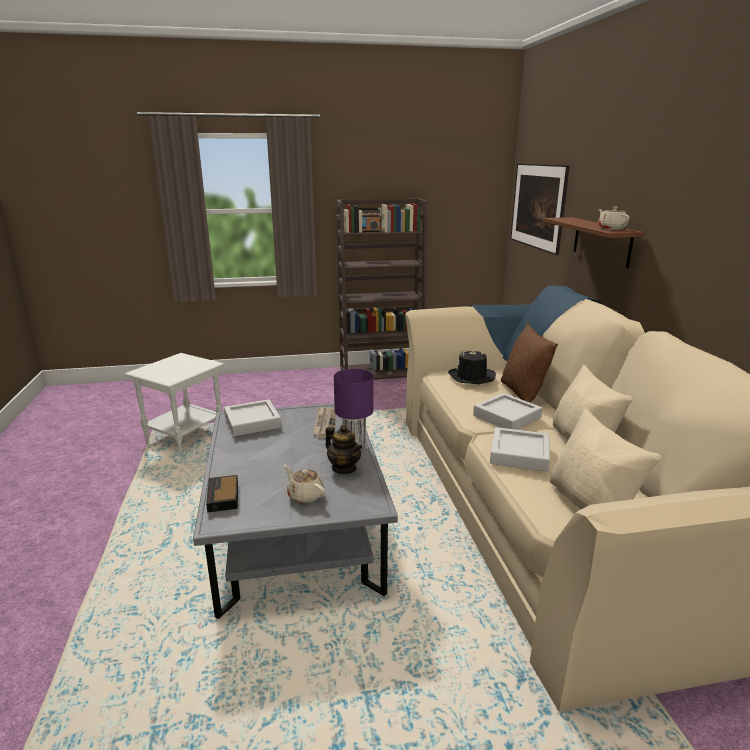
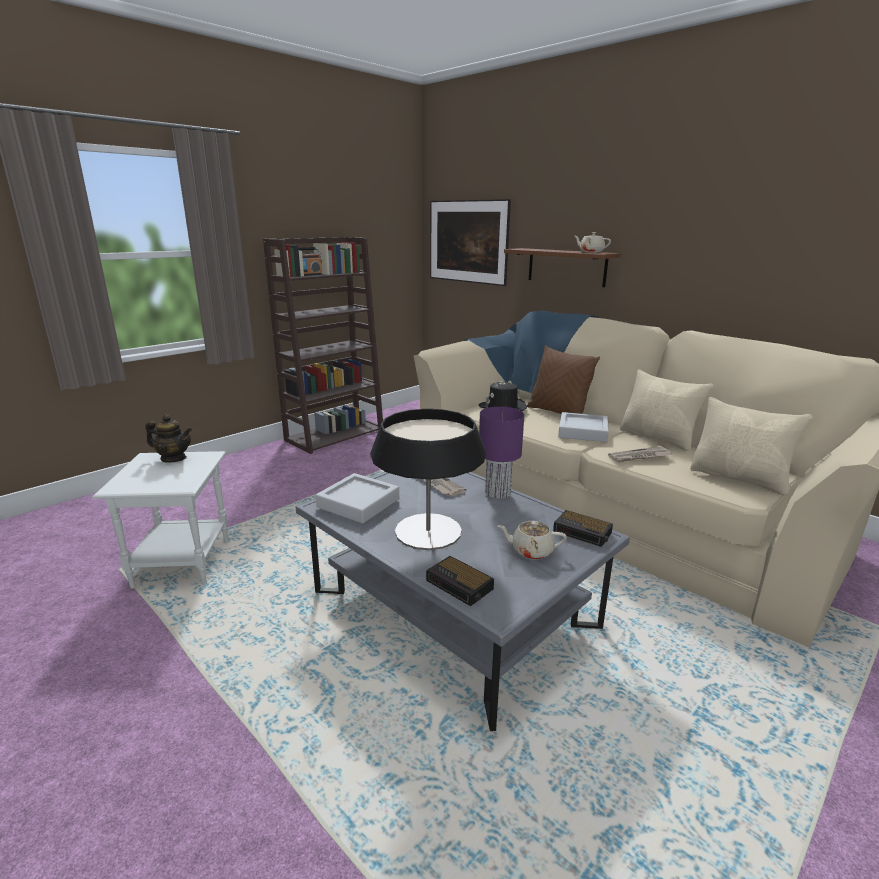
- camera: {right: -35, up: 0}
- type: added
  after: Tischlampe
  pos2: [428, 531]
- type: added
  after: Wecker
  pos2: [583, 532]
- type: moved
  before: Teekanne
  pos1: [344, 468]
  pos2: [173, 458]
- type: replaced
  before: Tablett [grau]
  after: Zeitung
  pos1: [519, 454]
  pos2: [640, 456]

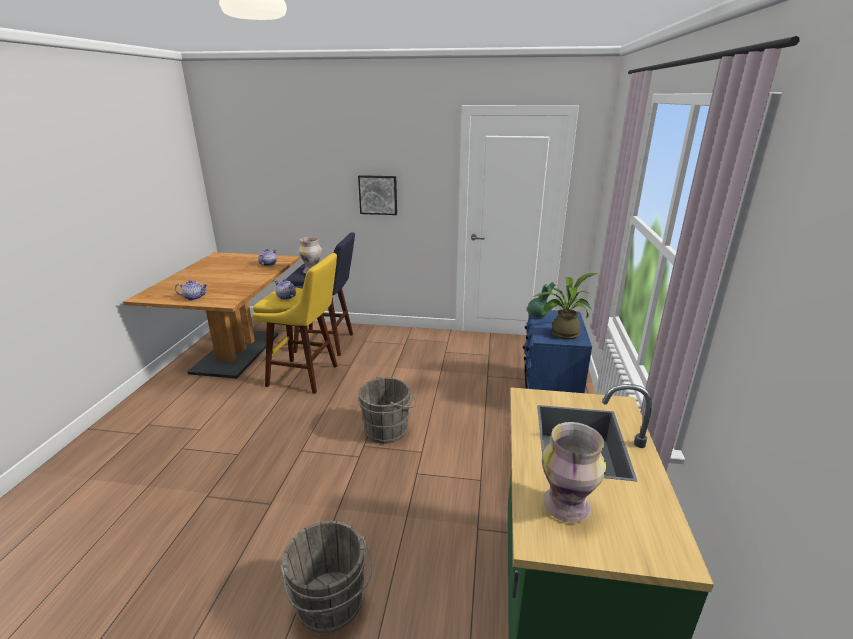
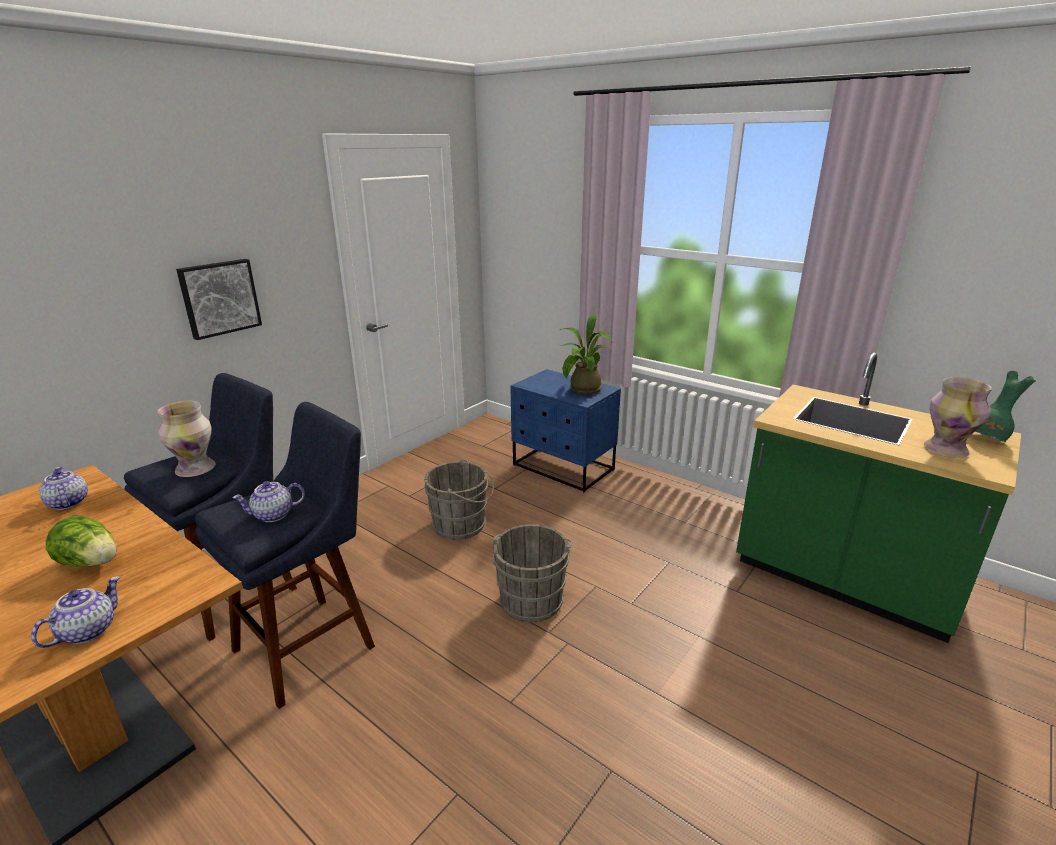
- camera: {right: -60, up: 0}
- type: added
  after: Salatkopf
  pos2: [92, 562]
- type: moved
  before: Eimer [grau]
  pos1: [331, 606]
  pos2: [462, 525]
- type: moved
  before: Vase [grün]
  pos1: [537, 316]
  pos2: [987, 439]
- type: recoloured
  before: Hocker [gelb]
  after: Hocker [blau]
  pos1: [307, 376]
  pos2: [312, 643]

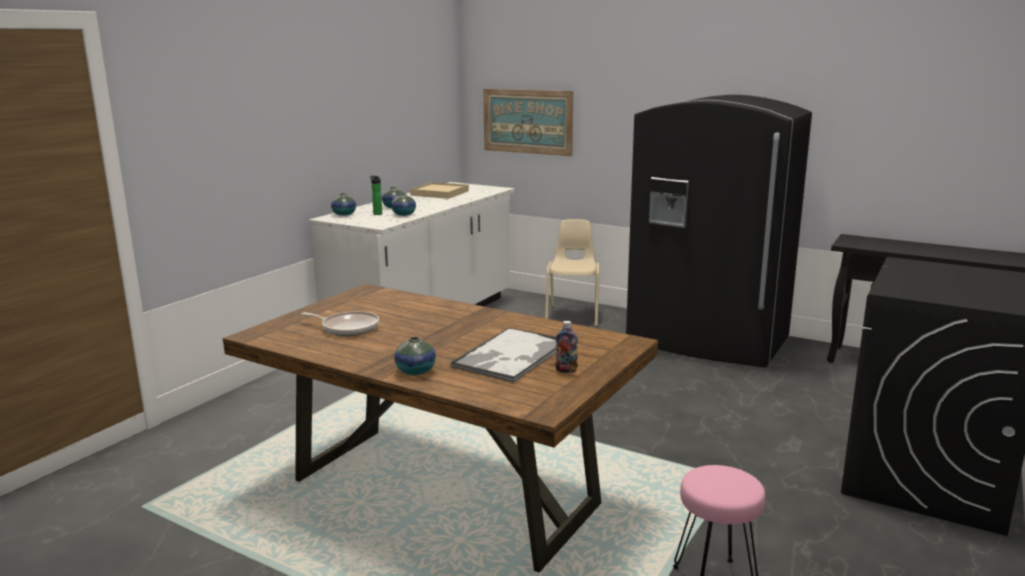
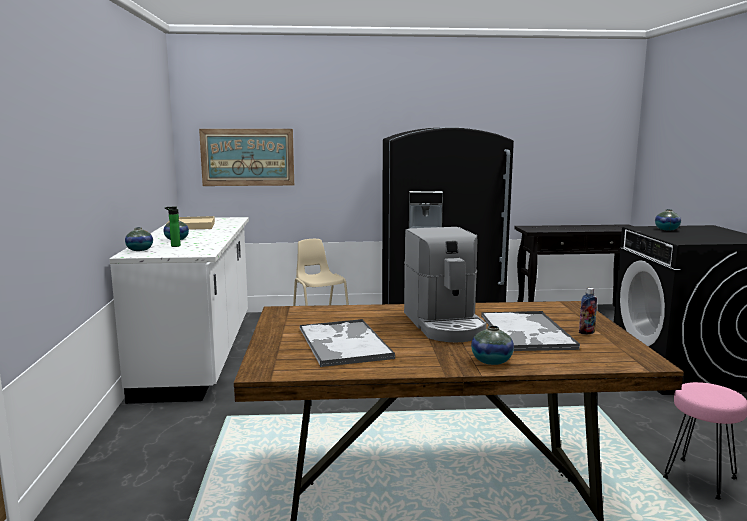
- camera: {right: -35, up: -5}
- type: added
  after: Kaffeemaschine
  pos2: [444, 325]
- type: moved
  before: Vase
  pos1: [404, 214]
  pos2: [666, 229]
- type: replaced
  before: Pfanne
  after: Tablett
  pos1: [348, 328]
  pos2: [343, 343]

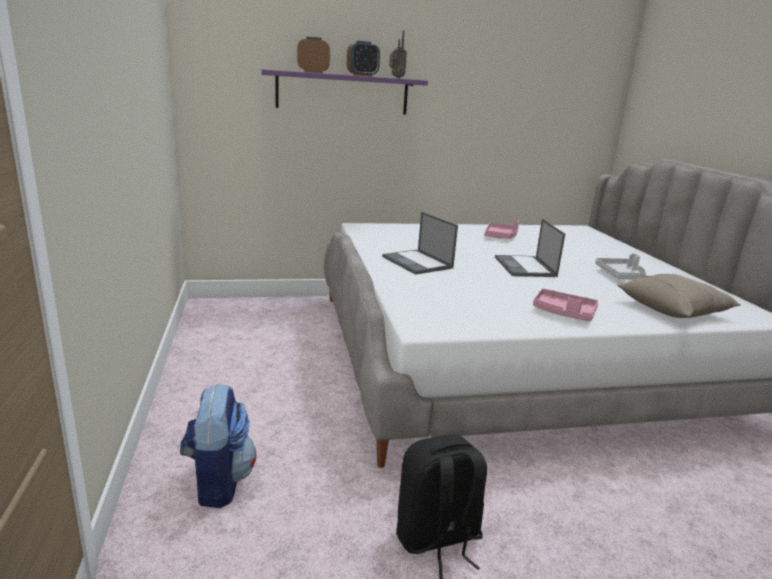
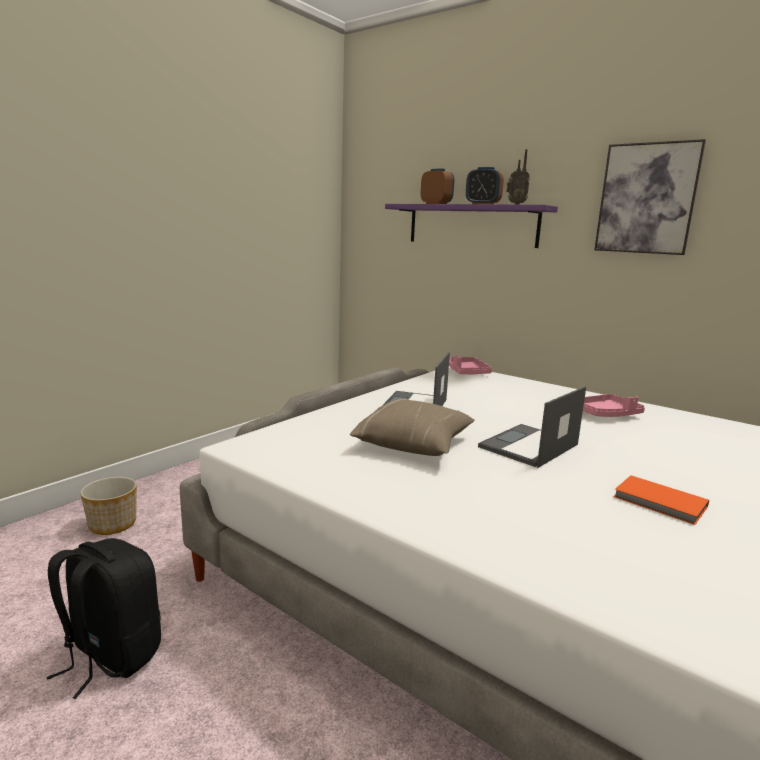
- camera: {right: 50, up: -5}
- type: added
  after: Bild
  pos2: [646, 199]
- type: moved
  before: Tablett [rosa]
  pos1: [563, 313]
  pos2: [466, 372]
- type: moved
  before: Kissen [beige]
  pos1: [673, 309]
  pos2: [414, 444]
- type: replaced
  before: Rucksack
  after: Pflanzkübel
  pos1: [218, 482]
  pos2: [113, 524]
- type: replaced
  before: Tablett [grau]
  after: Buch [orange]
  pos1: [621, 275]
  pos2: [660, 503]

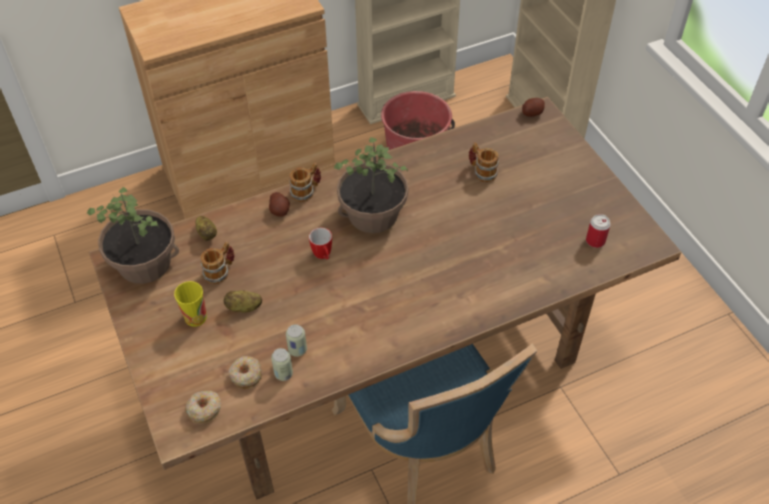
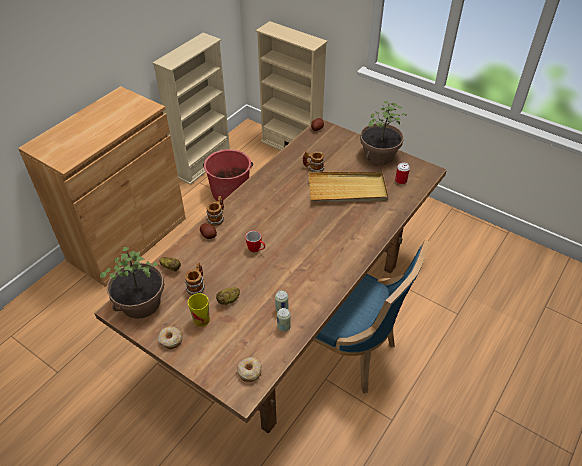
- camera: {right: -30, up: -5}
- type: added
  after: Tablett [beige]
  pos2: [347, 190]
- type: moved
  before: Donut
  pos1: [246, 375]
  pos2: [170, 340]
- type: moved
  before: Topfpflanze
  pos1: [373, 214]
  pos2: [378, 155]

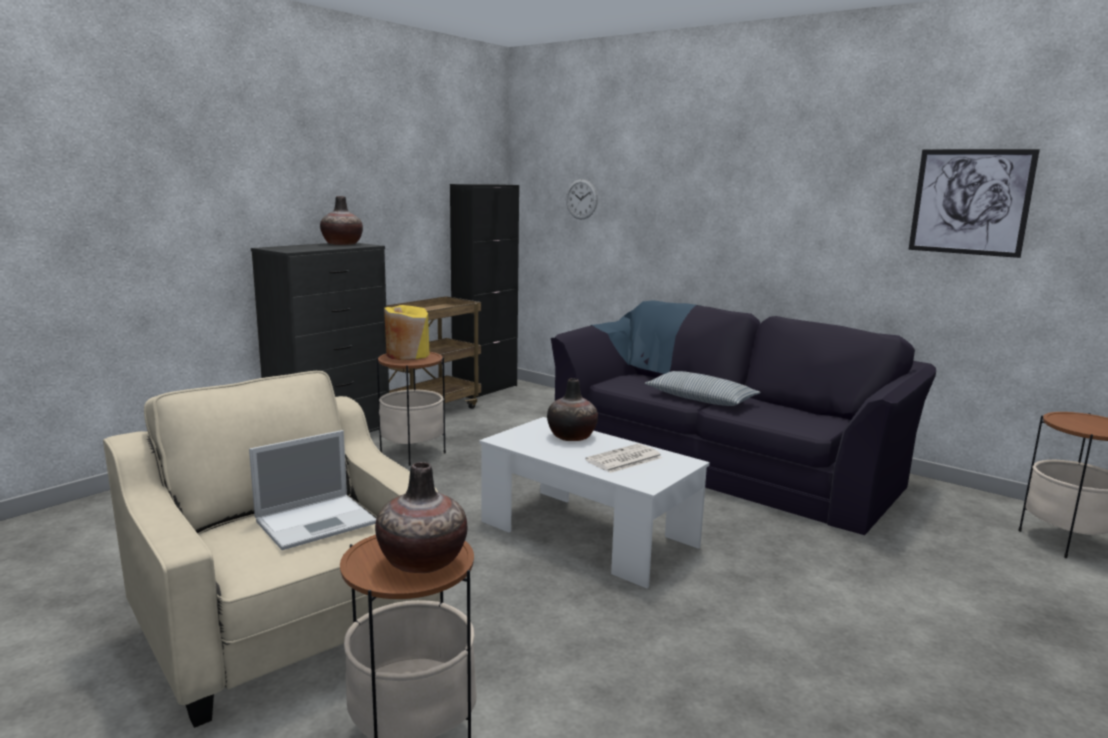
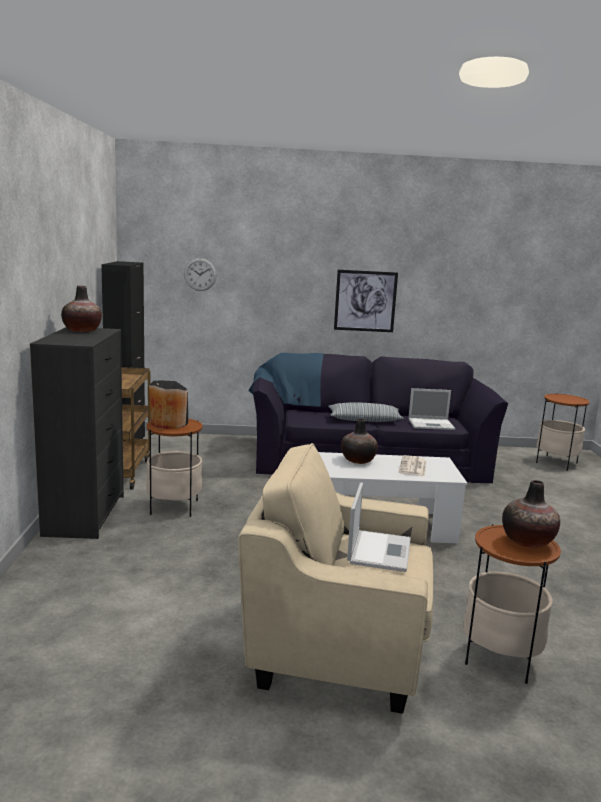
- camera: {right: -40, up: 0}
- type: added
  after: Laptop
  pos2: [432, 424]
- type: moved
  before: Bild
  pos1: [970, 202]
  pos2: [365, 301]
- type: recoloured
  before: Vase [gelb]
  after: Vase [schwarz]
  pos1: [407, 355]
  pos2: [168, 423]

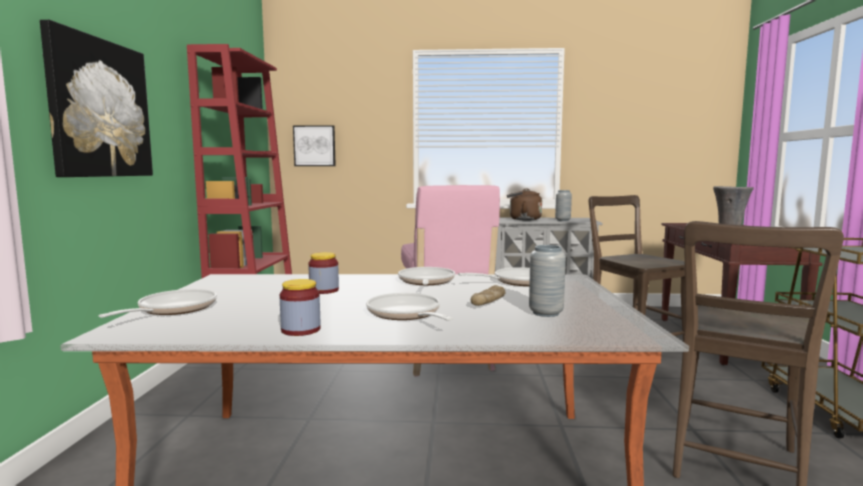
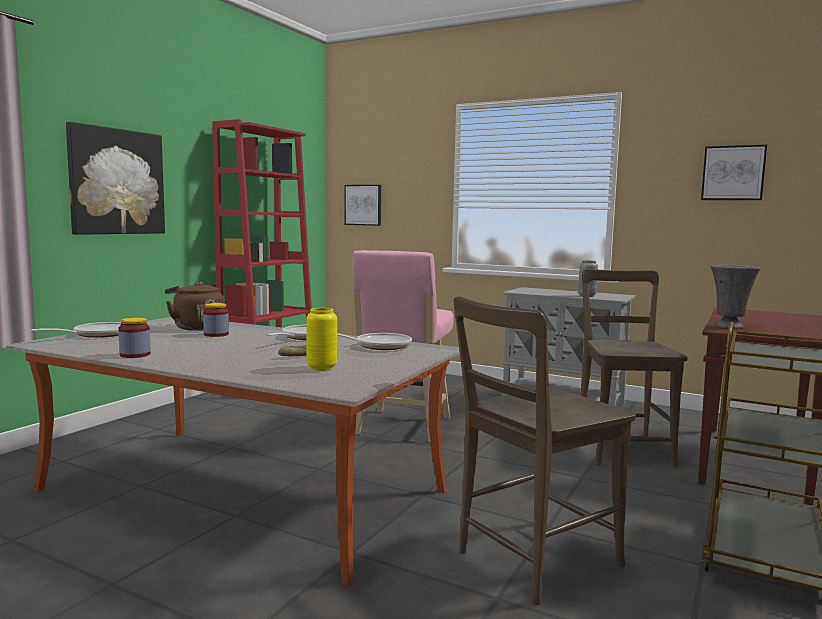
- camera: {right: 25, up: 0}
- type: removed
  before: Pfanne
  pos1: [406, 314]
- type: added
  after: Bild
  pos2: [733, 173]
- type: moved
  before: Wasserkessel [braun]
  pos1: [522, 219]
  pos2: [196, 327]
- type: recoloured
  before: Vase [grau]
  after: Vase [gelb]
  pos1: [546, 313]
  pos2: [321, 368]

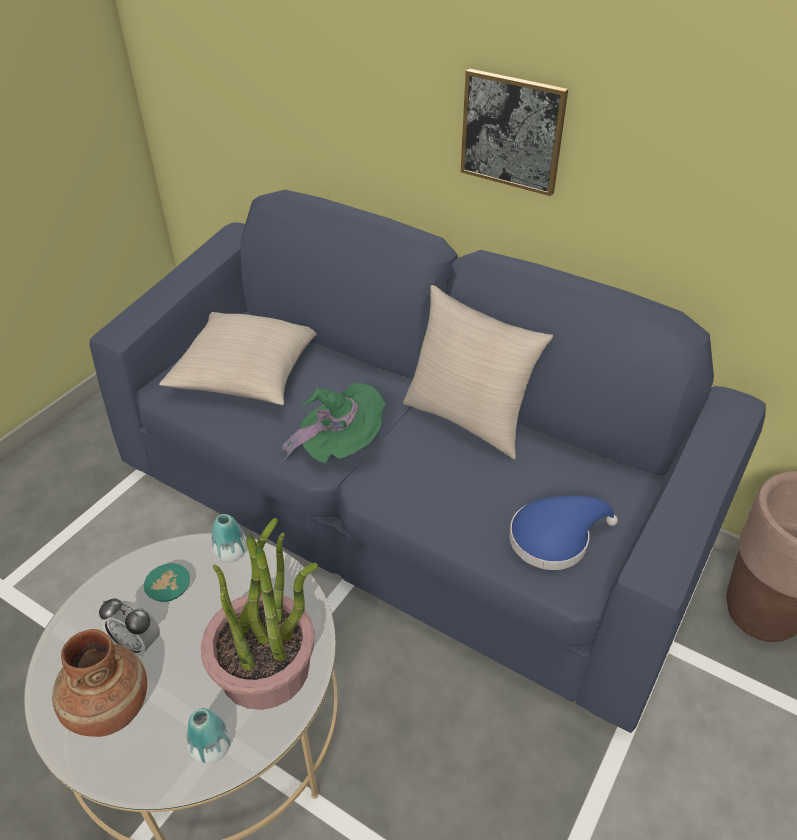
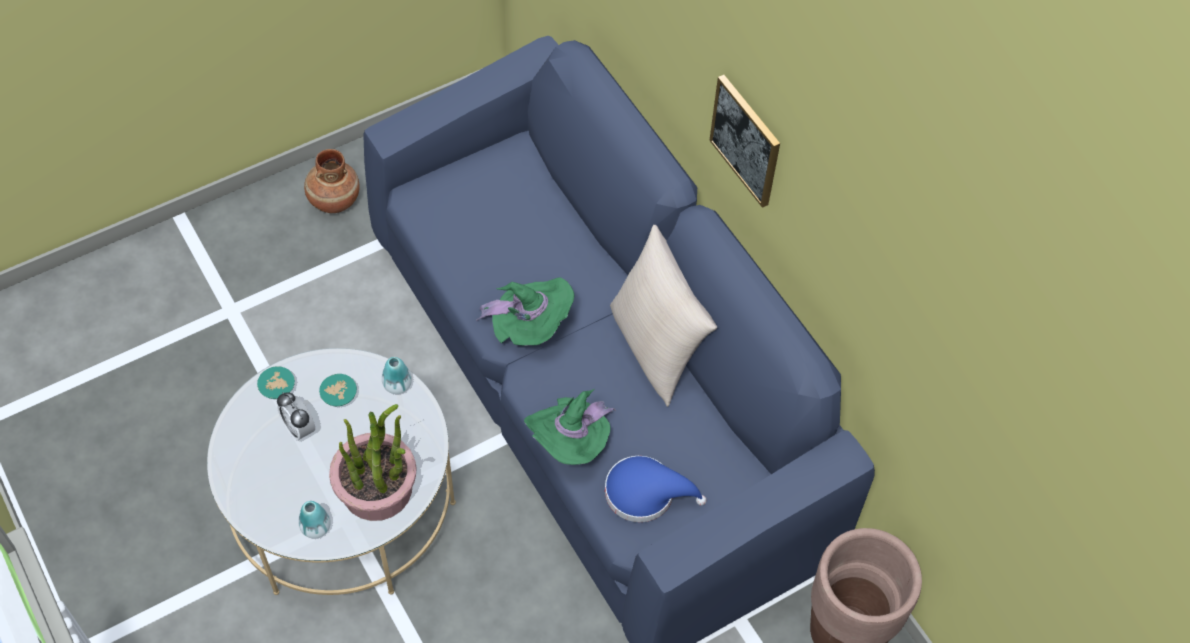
- camera: {right: 25, up: 15}
- type: removed
  before: Kissen [beige]
  pos1: [247, 374]
- type: added
  after: Schüssel [türkis]
  pos2: [278, 388]
- type: added
  after: Hut [grün]
  pos2: [571, 443]
- type: moved
  before: Vase [braun]
  pos1: [109, 708]
  pos2: [334, 200]

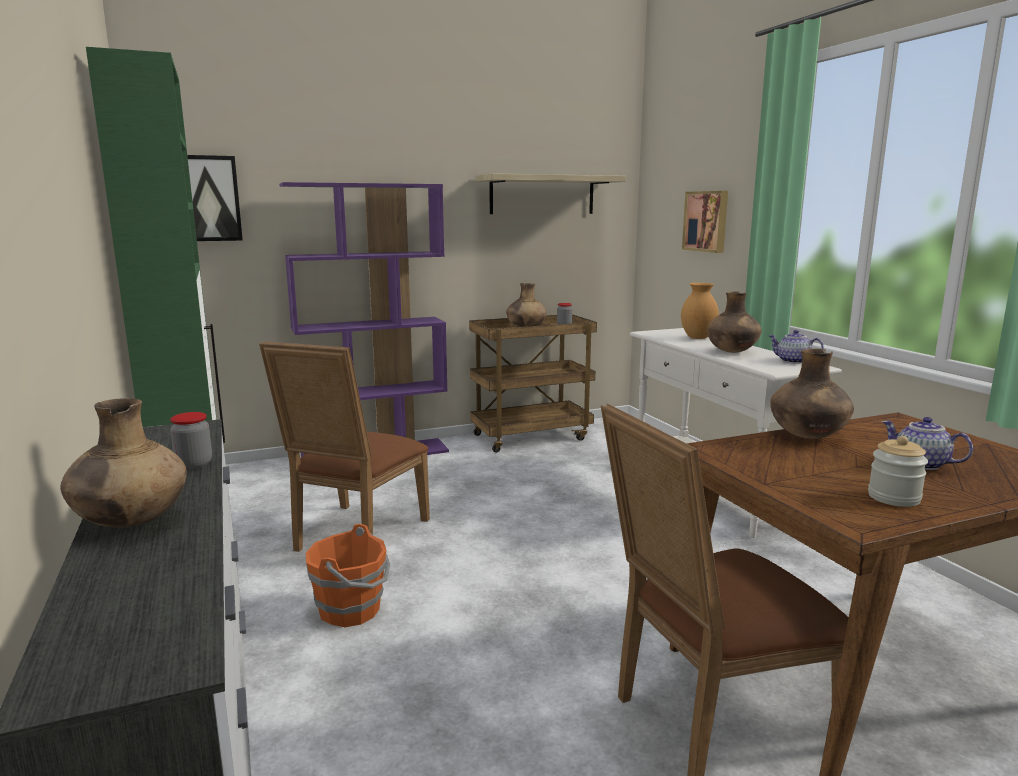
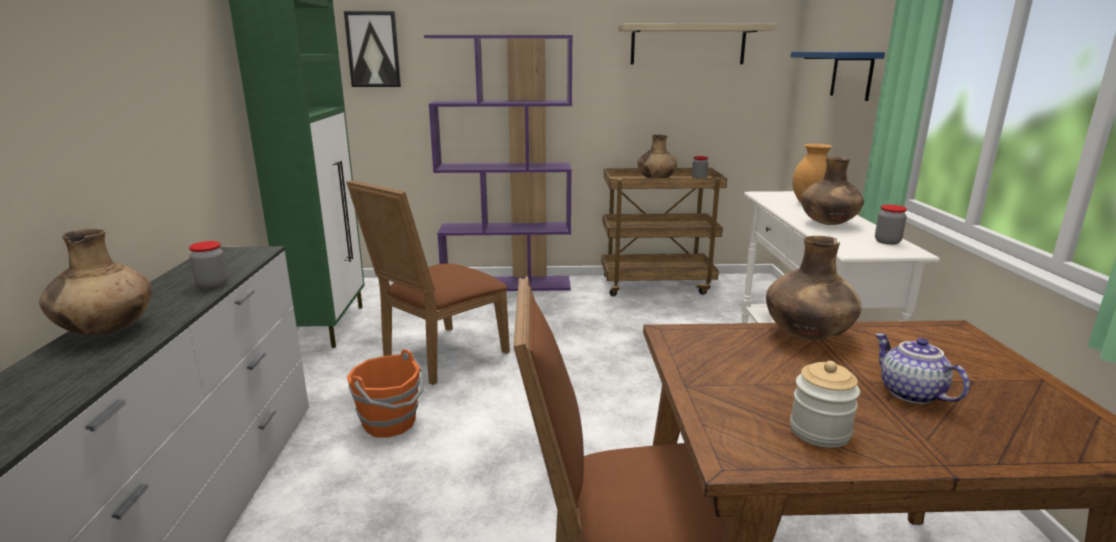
- camera: {right: 20, up: 5}
- type: replaced
  before: Bild
  after: Wandregal [blau]
  pos1: [707, 221]
  pos2: [852, 75]
- type: replaced
  before: Teekanne
  after: Vorratsglas
  pos1: [792, 361]
  pos2: [887, 242]

